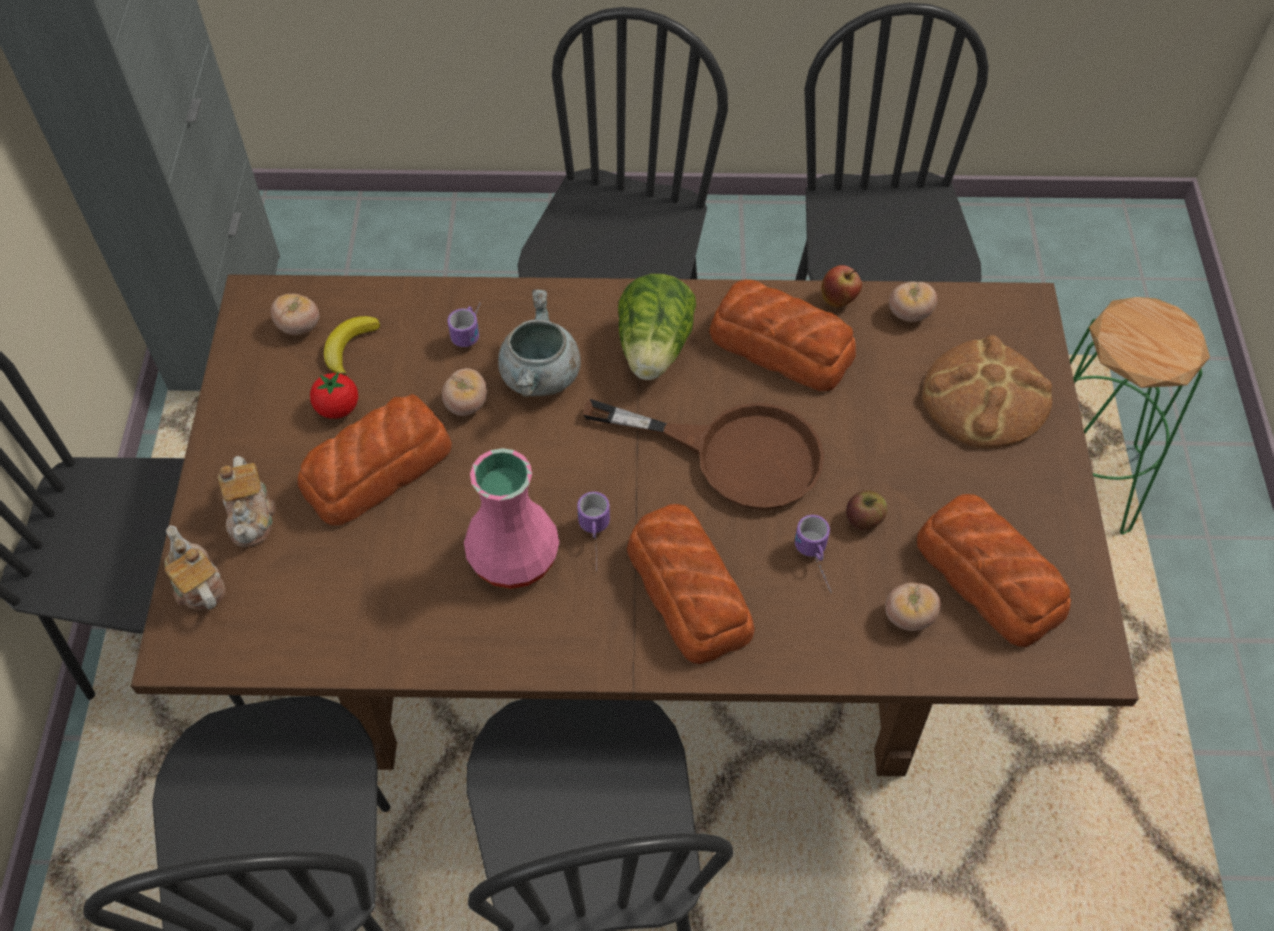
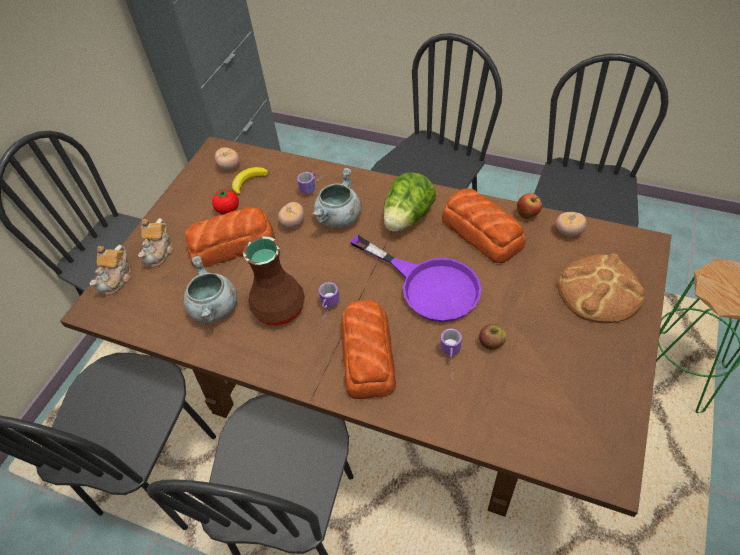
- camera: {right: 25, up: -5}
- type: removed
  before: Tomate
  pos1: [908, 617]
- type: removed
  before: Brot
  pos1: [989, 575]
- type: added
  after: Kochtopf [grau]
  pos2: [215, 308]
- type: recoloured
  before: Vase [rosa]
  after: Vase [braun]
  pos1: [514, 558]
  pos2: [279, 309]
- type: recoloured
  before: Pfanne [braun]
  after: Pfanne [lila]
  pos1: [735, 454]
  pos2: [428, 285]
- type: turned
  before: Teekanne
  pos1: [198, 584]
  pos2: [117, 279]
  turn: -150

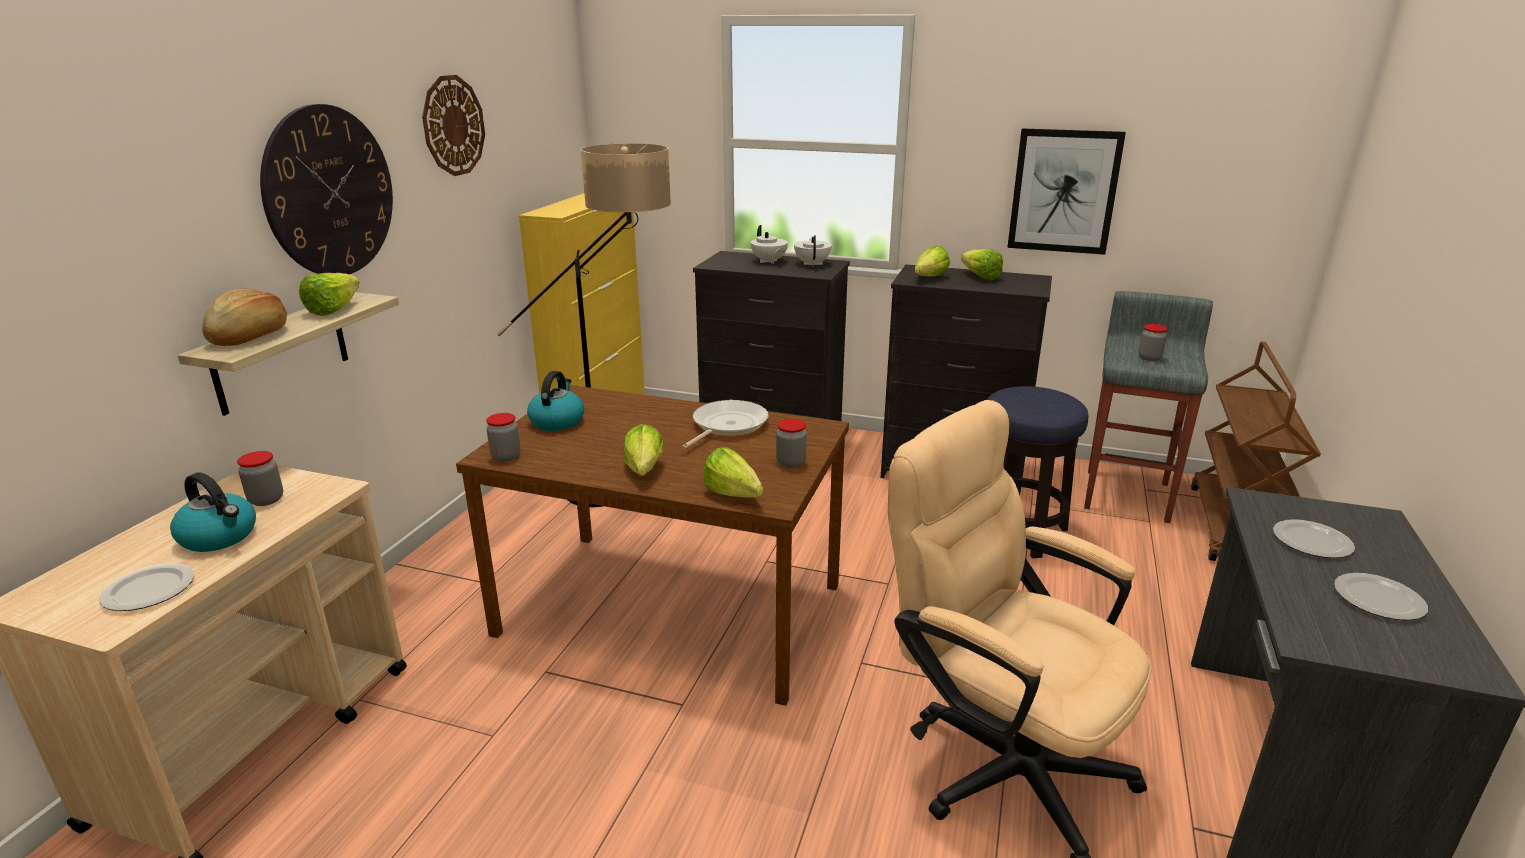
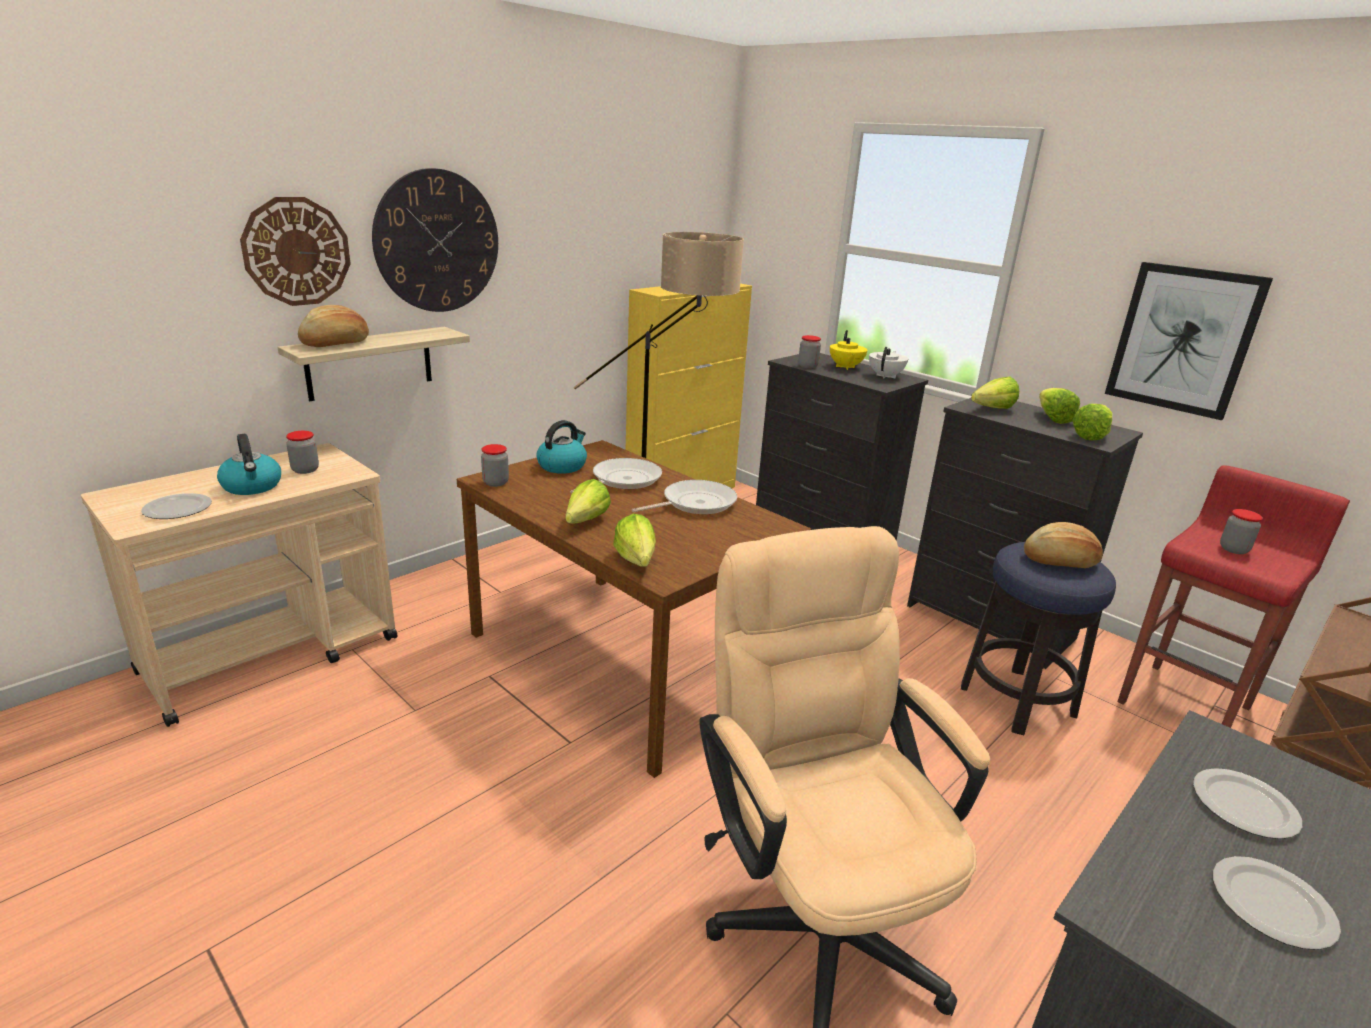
- camera: {right: 25, up: 0}
- type: added
  after: Pfanne
  pos2: [623, 480]
- type: added
  after: Brot
  pos2: [1060, 561]
- type: moved
  before: Salatkopf
  pos1: [339, 309]
  pos2: [1093, 435]
- type: moved
  before: Wanduhr
  pos1: [453, 125]
  pos2: [297, 251]
- type: moved
  before: Vorratsglas
  pos1: [791, 463]
  pos2: [807, 366]
- type: recoloured
  before: Teekanne [weiß]
  after: Teekanne [gelb]
  pos1: [769, 262]
  pos2: [845, 367]
- type: recoloured
  before: Hocker [grau]
  after: Hocker [rot]
  pos1: [1128, 495]
  pos2: [1186, 704]

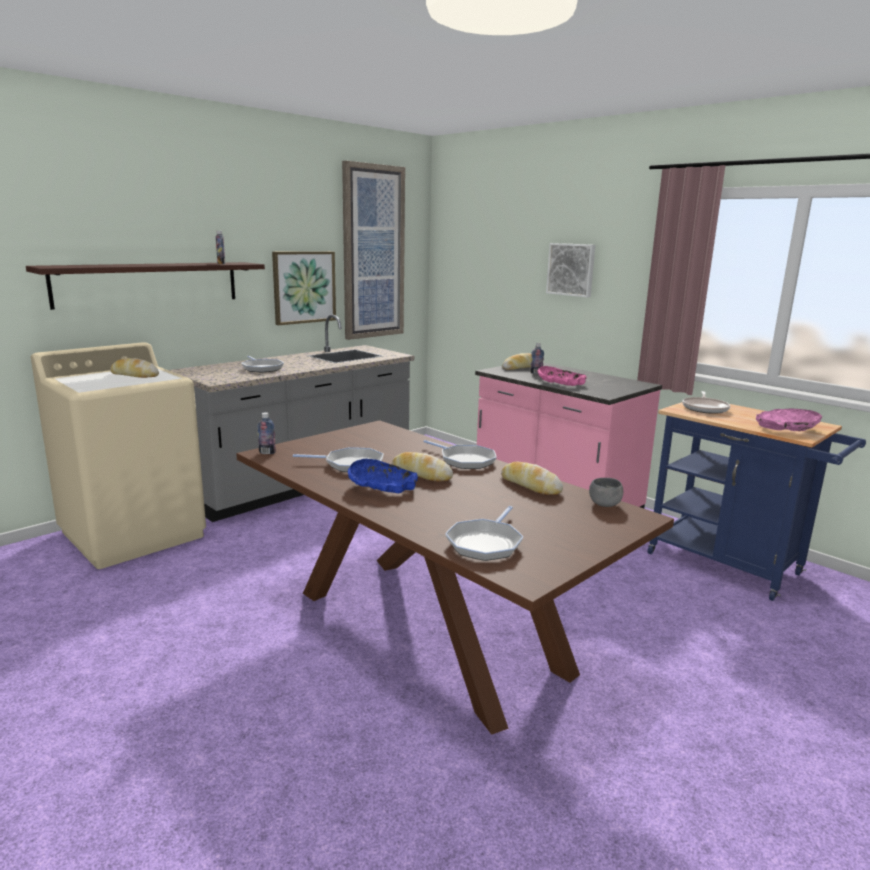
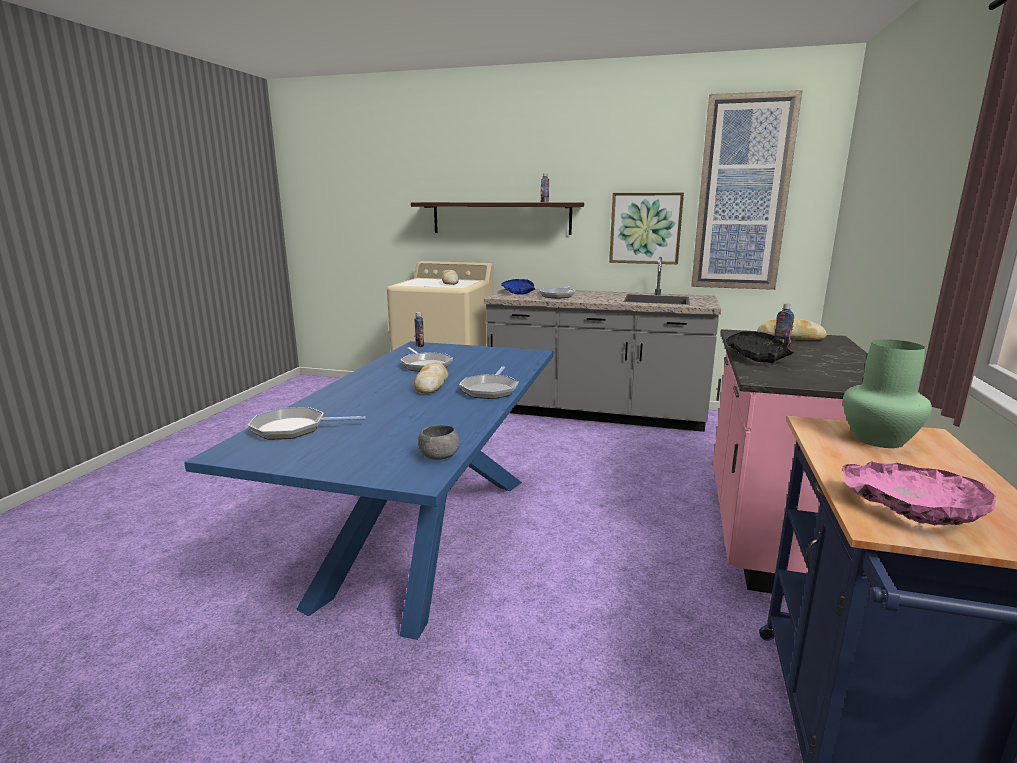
- camera: {right: 60, up: 0}
- type: removed
  before: Brot
  pos1: [530, 485]
- type: removed
  before: Bild
  pos1: [571, 269]
- type: moved
  before: Schüssel [blau]
  pos1: [381, 487]
  pos2: [518, 293]
- type: replaced
  before: Pfanne
  after: Vase [grün]
  pos1: [705, 408]
  pos2: [879, 439]
- type: recoloured
  before: Esstisch [braun]
  after: Esstisch [blau]
  pos1: [429, 629]
  pos2: [427, 535]
- type: recoloured
  before: Schüssel [rosa]
  after: Schüssel [schwarz]
  pos1: [559, 384]
  pos2: [757, 358]

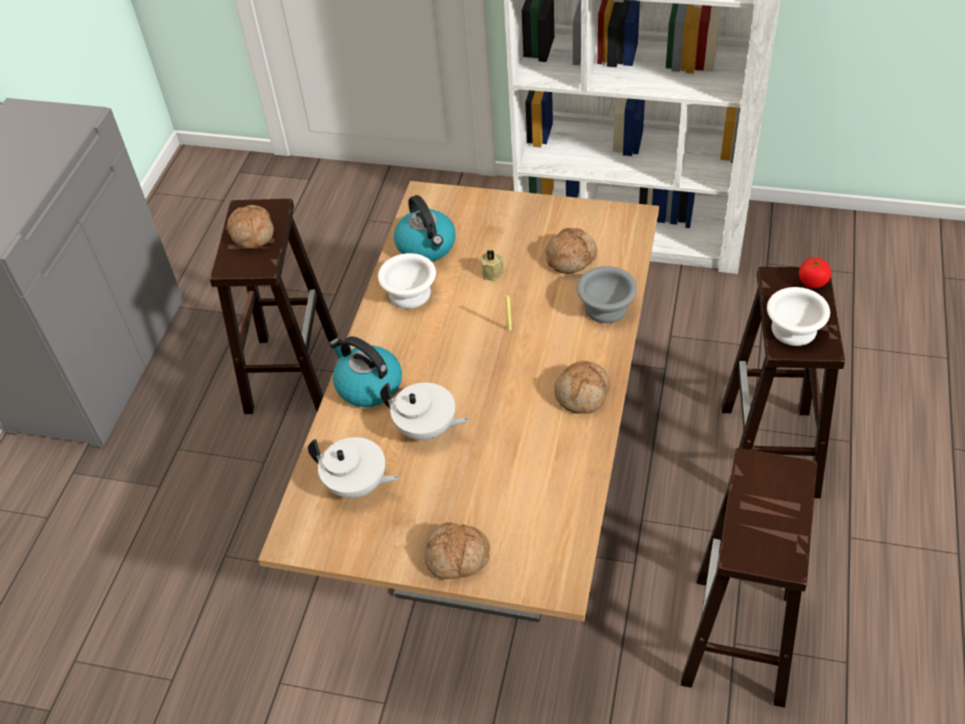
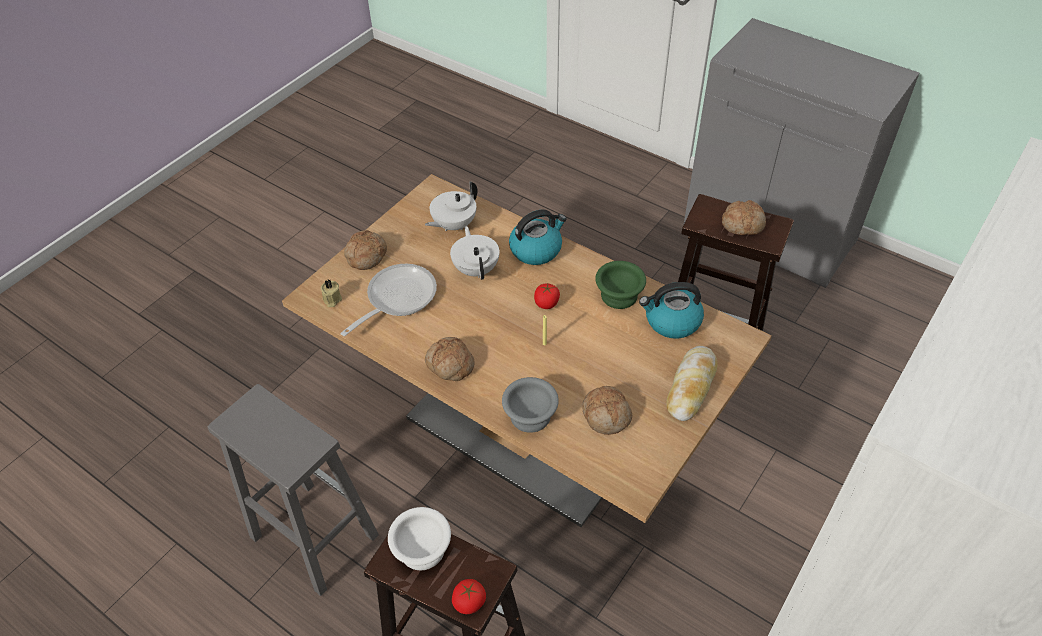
- camera: {right: 110, up: 0}
- type: added
  after: Pfanne
  pos2: [397, 298]
- type: added
  after: Tomate
  pos2: [546, 303]
- type: added
  after: Brot
  pos2: [691, 387]
- type: moved
  before: Kerze [beige]
  pos1: [493, 273]
  pos2: [331, 300]
- type: recoloured
  before: Schüssel [weiß]
  after: Schüssel [grün]
  pos1: [408, 293]
  pos2: [620, 295]
- type: recoloured
  before: Hocker [braun]
  after: Hocker [grau]
  pos1: [739, 641]
  pos2: [312, 535]
- type: turned
  before: Teekanne [weiß]
  pos1: [426, 429]
  pos2: [476, 269]
  turn: 120

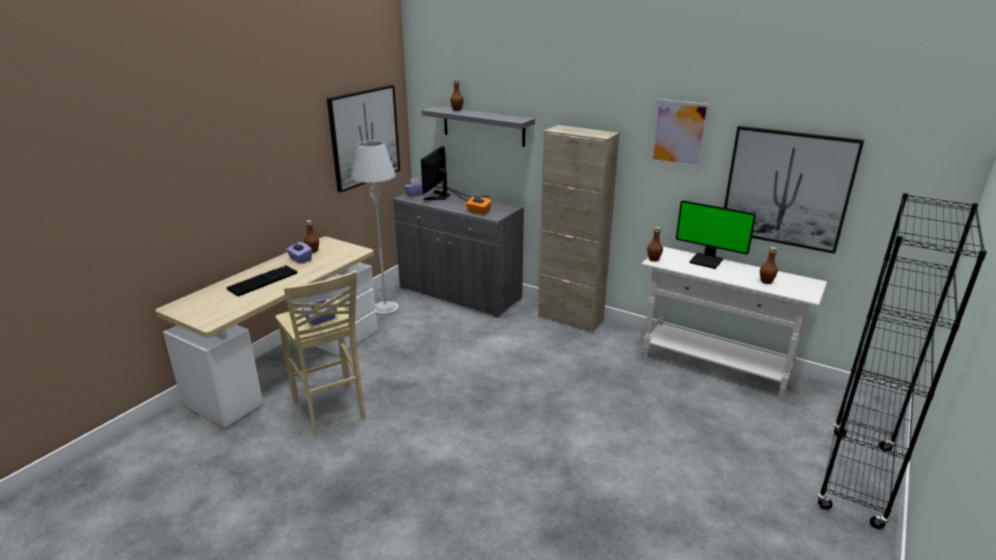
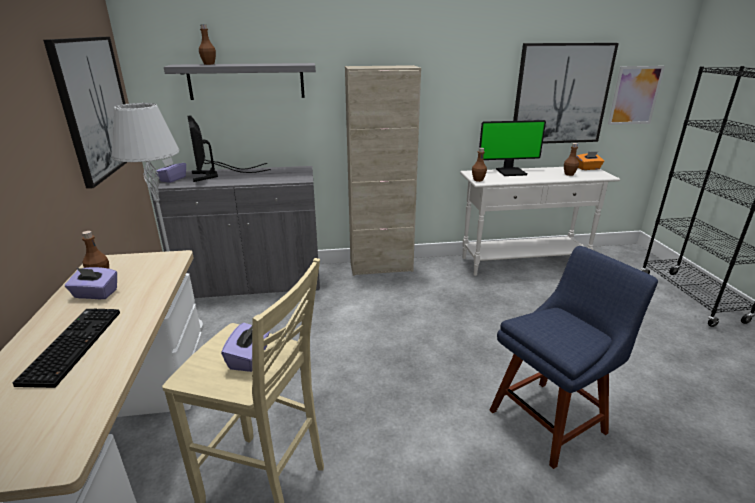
- camera: {right: -40, up: 0}
- type: added
  after: Stuhl [blau]
  pos2: [551, 419]
- type: moved
  before: Taschentuchbox [orange]
  pos1: [478, 212]
  pos2: [588, 168]
- type: moved
  before: Bild
  pos1: [679, 133]
  pos2: [635, 95]

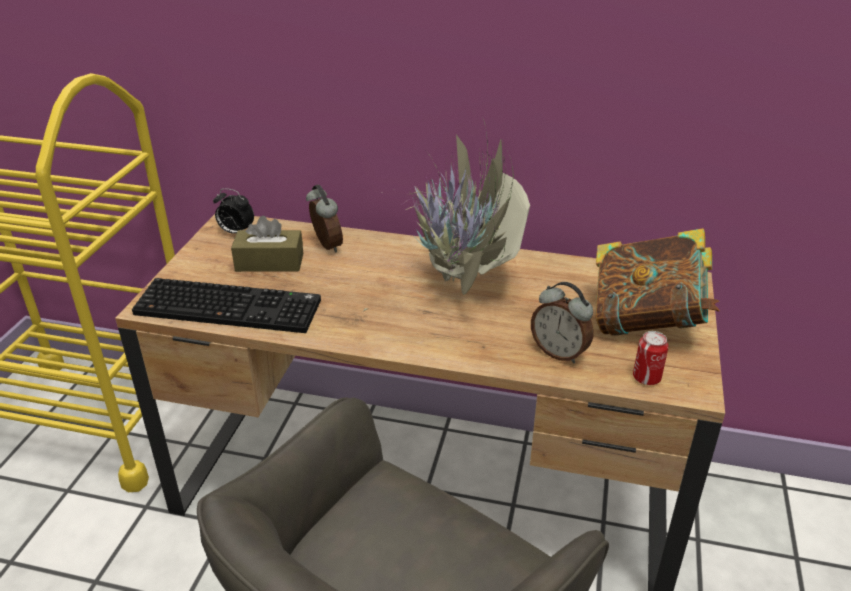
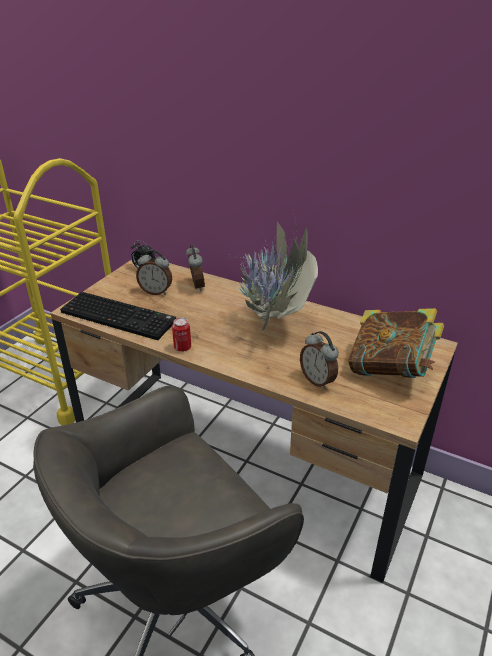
- camera: {right: 15, up: 0}
- type: moved
  before: Dose
  pos1: [646, 378]
  pos2: [182, 347]
- type: replaced
  before: Taschentuchbox [braun]
  after: Wecker
  pos1: [269, 262]
  pos2: [156, 292]

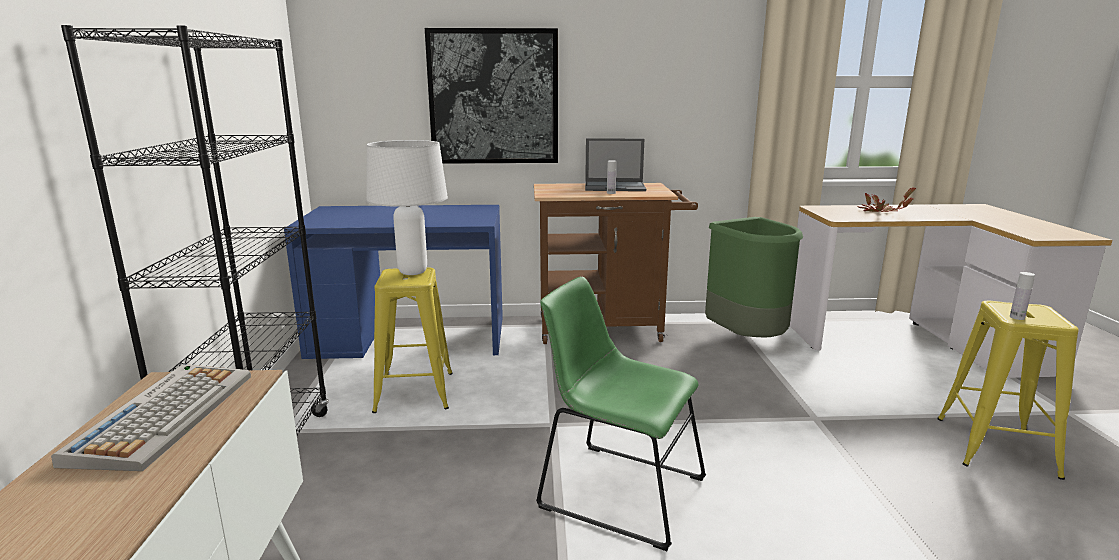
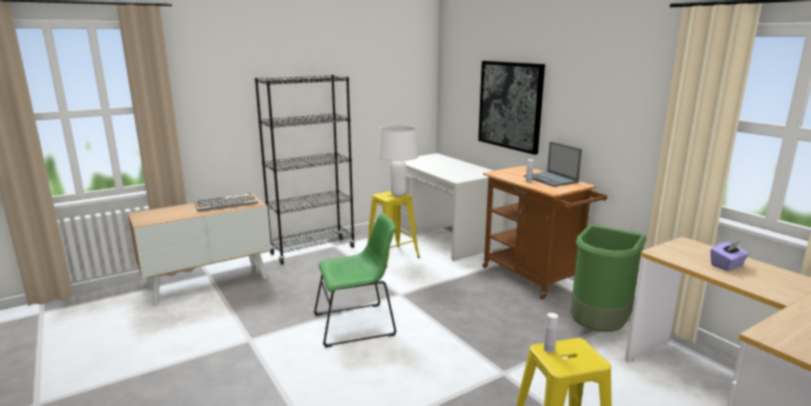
- camera: {right: 60, up: 0}
- type: replaced
  before: Topfpflanze
  after: Taschentuchbox [lila]
  pos1: [880, 212]
  pos2: [727, 265]
- type: recoloured
  before: Schreibtisch [blau]
  after: Schreibtisch [weiß]
  pos1: [410, 336]
  pos2: [444, 236]
- type: turned
  before: Stuhl [grün]
  pos1: [616, 490]
  pos2: [358, 324]
  turn: 75

